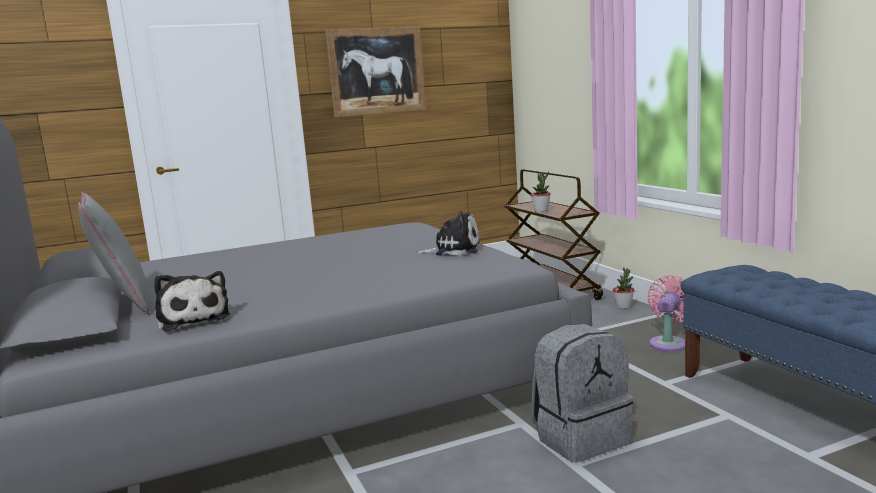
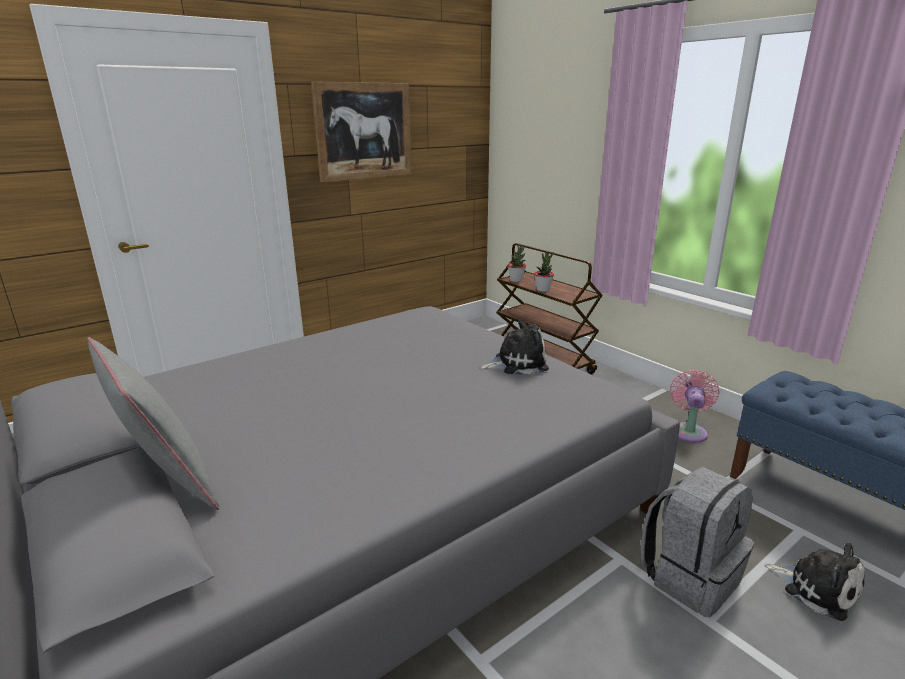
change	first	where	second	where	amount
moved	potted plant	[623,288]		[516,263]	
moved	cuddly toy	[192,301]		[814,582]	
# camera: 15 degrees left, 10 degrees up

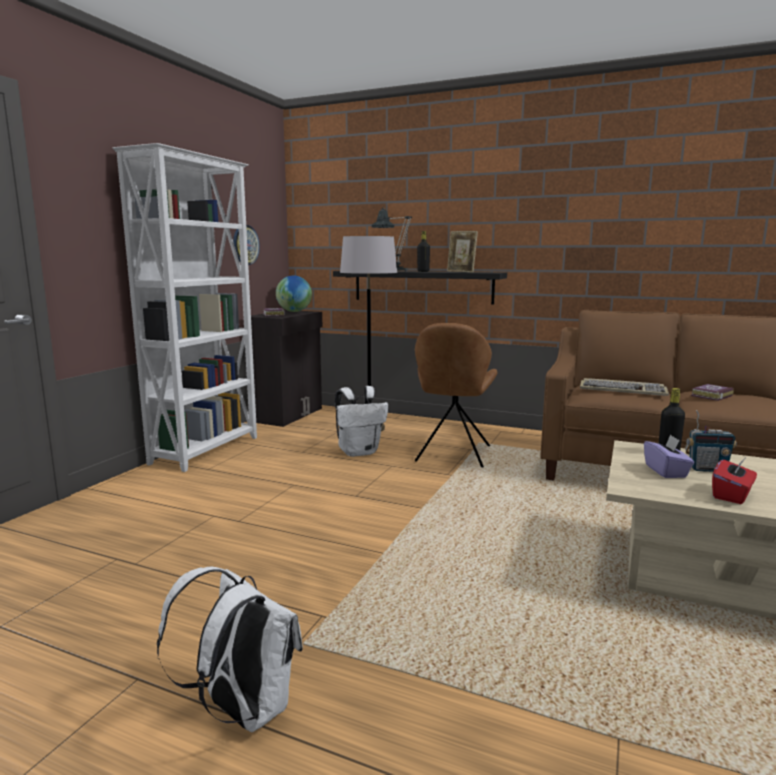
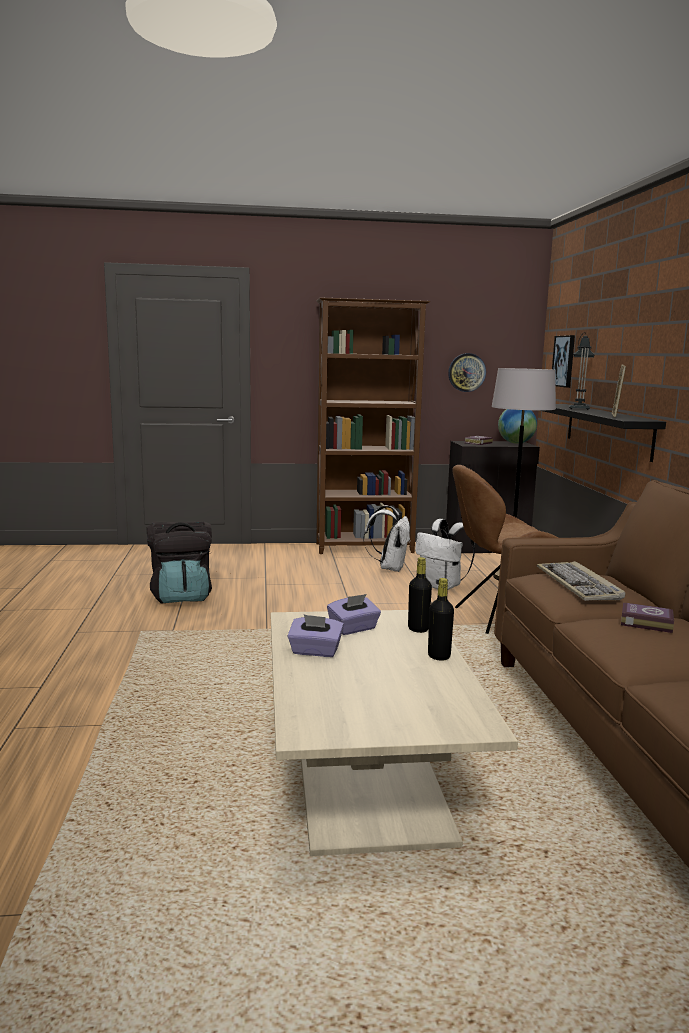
change	first	where	second	where	amount
added			backpack (black)	[179,563]	
recoloured	tissue box (red-coloured)	[734,480]	tissue box (purple-coloured)	[315,635]	
recoloured	bookcase (white)	[184,307]	bookcase (brownish)	[373,425]	
moved	backpack (white)	[230,649]		[387,538]	
moved	drink bottle (black)	[423,251]		[441,619]	
added			wall picture	[563,361]	
removed	radio receiver	[711,441]			
# camera: 60 degrees right, 0 degrees up

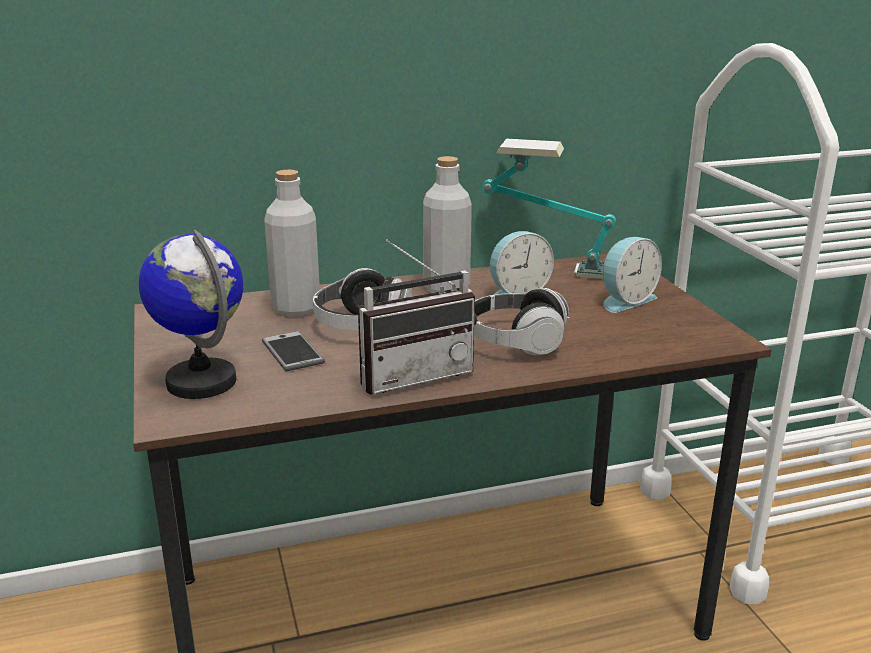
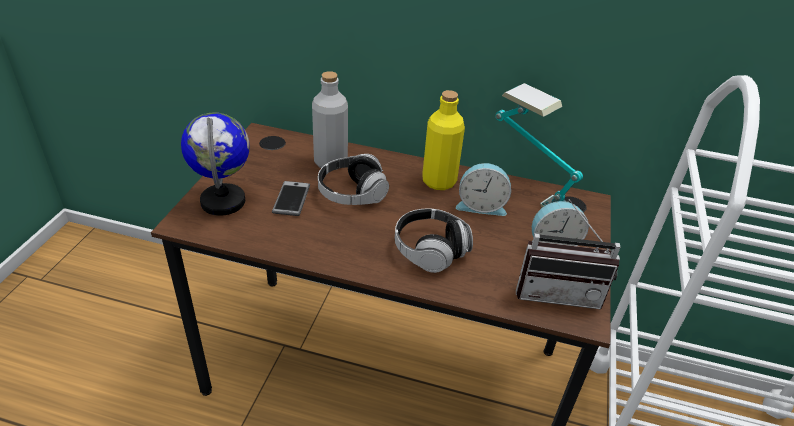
change	first	where	second	where	amount
recoloured	drink bottle (grey)	[447,224]	drink bottle (yellow)	[443,140]	
moved	radio receiver	[417,317]		[568,254]	
# camera: 30 degrees right, 15 degrees up

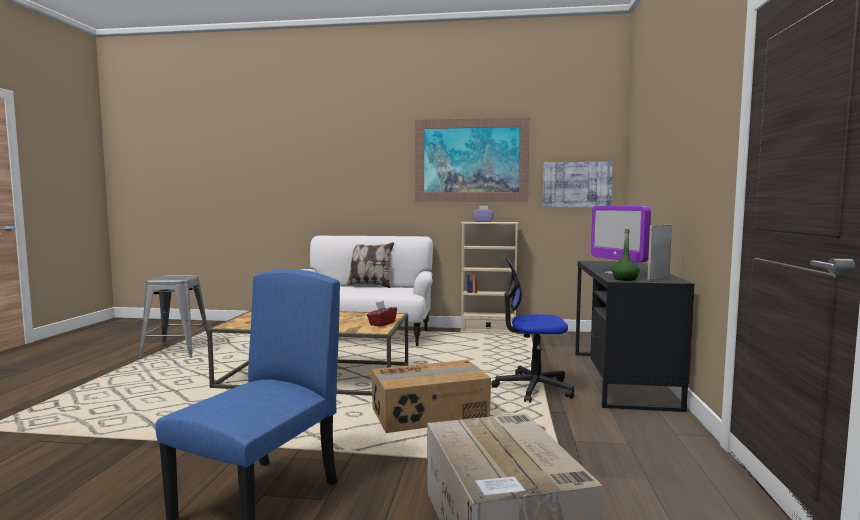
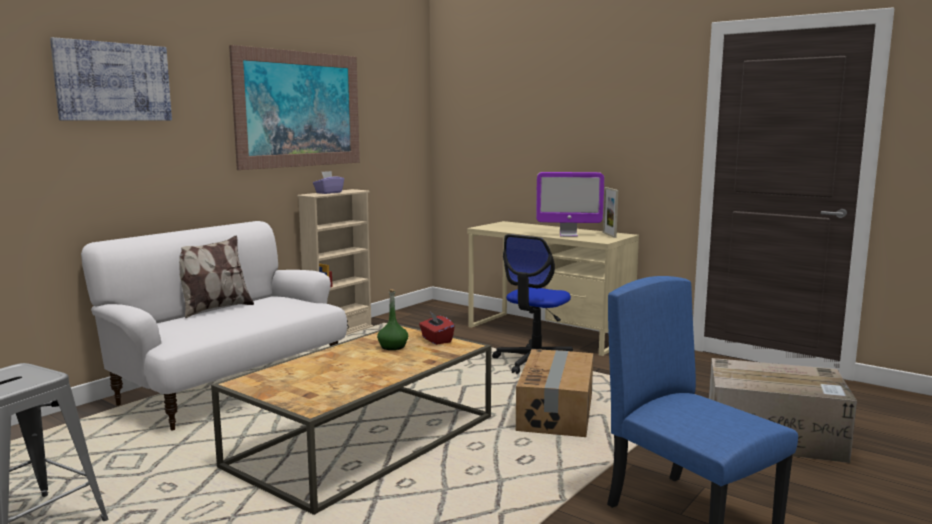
change	first	where	second	where	amount
moved	wall picture	[578,184]		[111,78]	
moved	drink bottle (greenish)	[625,255]		[392,319]	
recoloured	desk table (black)	[634,336]	desk table (sand-coloured)	[553,288]	
# camera: 60 degrees left, 5 degrees up

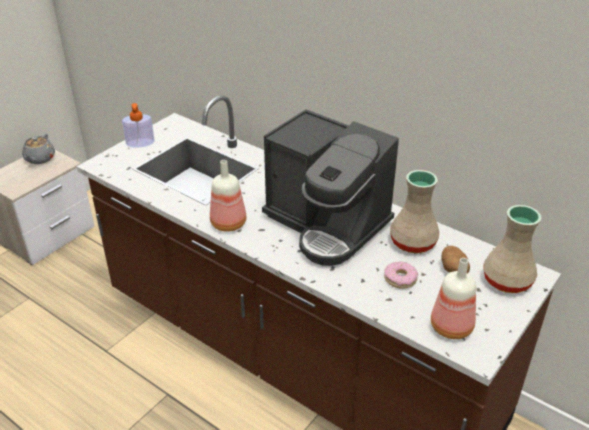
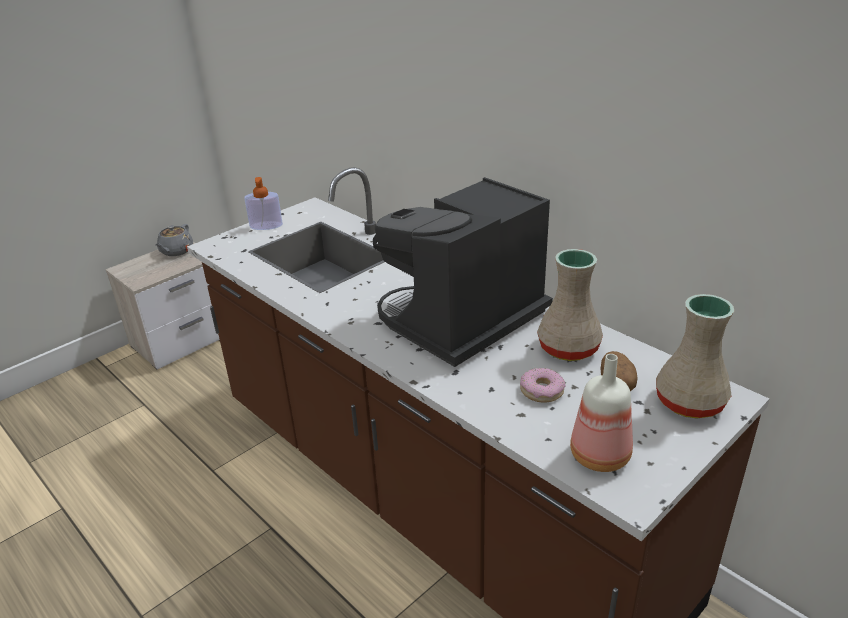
change	first	where	second	where	amount
turned	coffee brewer	[330,187]		[463,272]	90 degrees clockwise
removed	drink bottle	[228,196]			
# camera: 10 degrees right, 5 degrees down

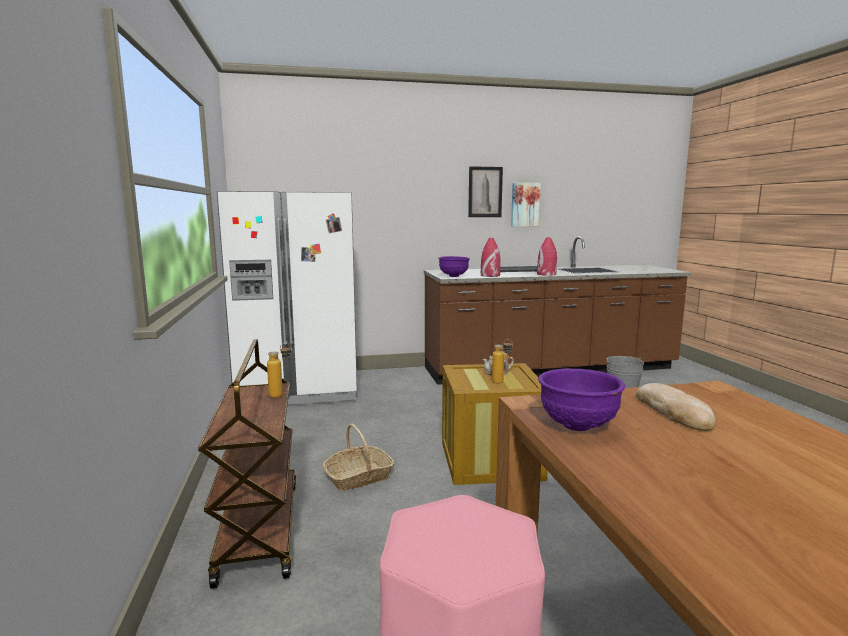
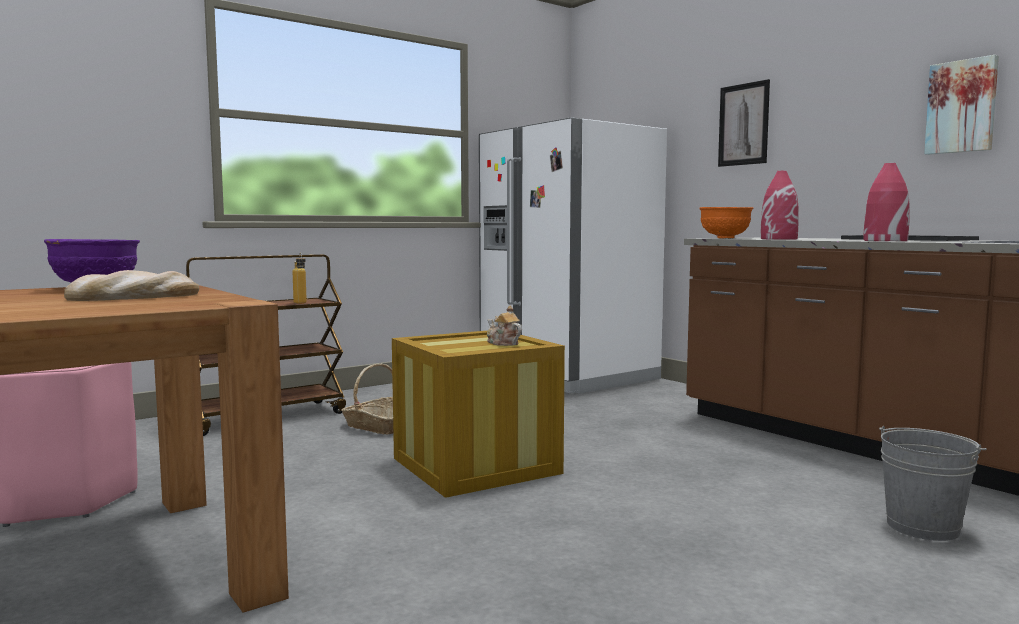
change	first	where	second	where	amount
recoloured	serving bowl (purple-coloured)	[454,266]	serving bowl (orange-coloured)	[726,222]	
moved	wall picture	[485,191]		[744,123]	
removed	drink bottle	[502,361]			
# camera: 65 degrees right, 5 degrees down

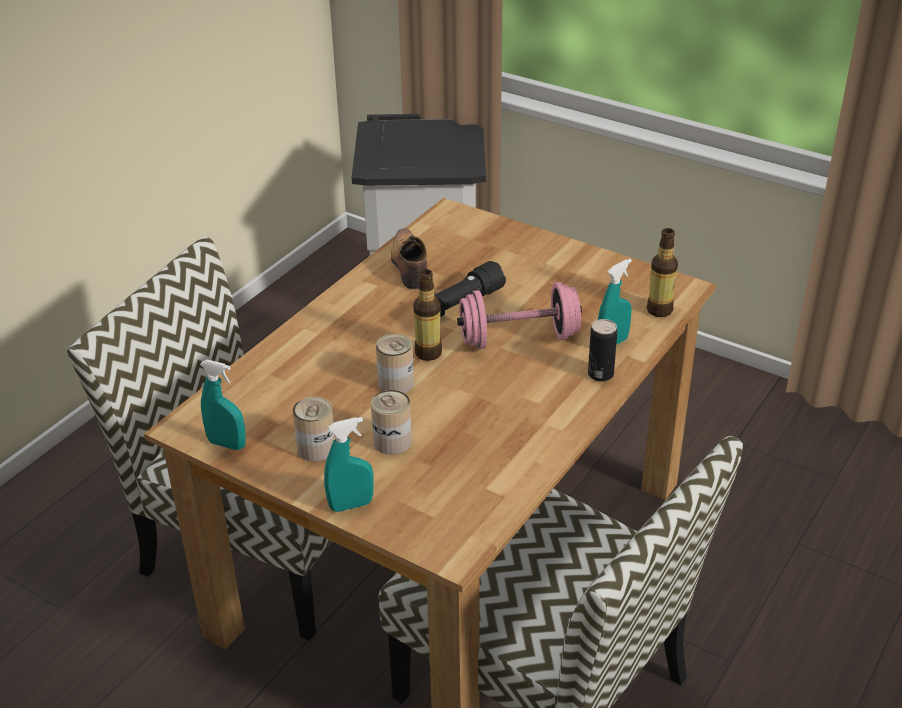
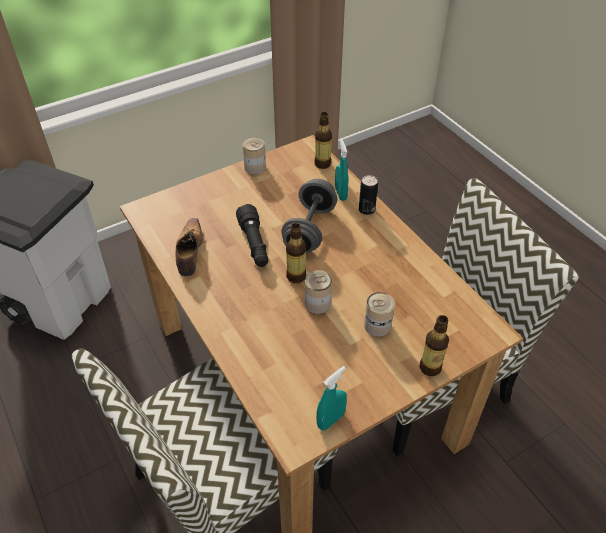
change	first	where	second	where	amount
turned	item of footwear	[409,259]		[189,247]	75 degrees clockwise
moved	can	[314,428]		[254,156]	
recoloured	free weight (pink)	[519,315]	free weight (grey)	[309,216]	
replaced	spray bottle (turquoise-coloured)	[349,464]	drink bottle	[434,345]	
# camera: 65 degrees left, 10 degrees up

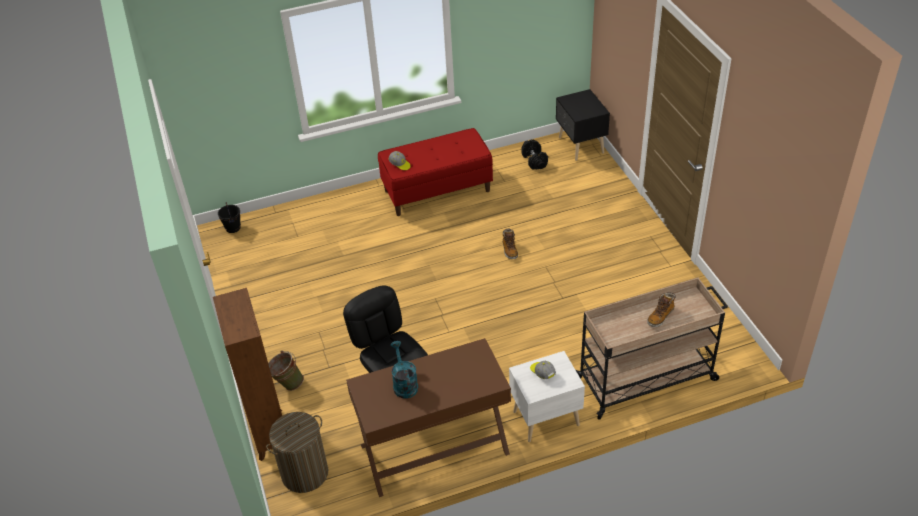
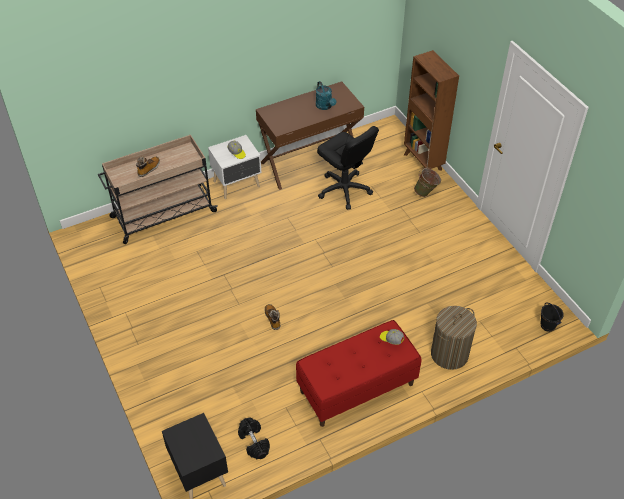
change	first	where	second	where	amount
moved	hamper	[297,452]		[454,338]	
# camera: 170 degrees right, 5 degrees up

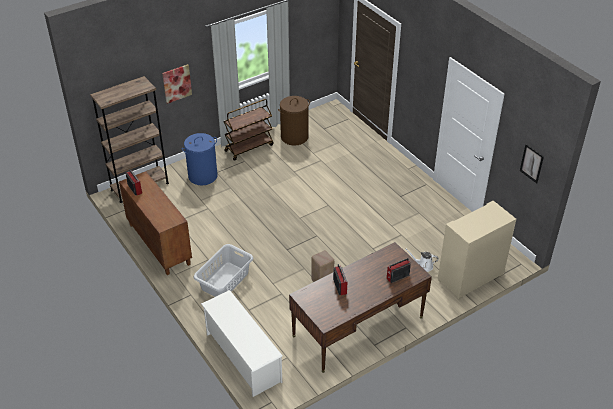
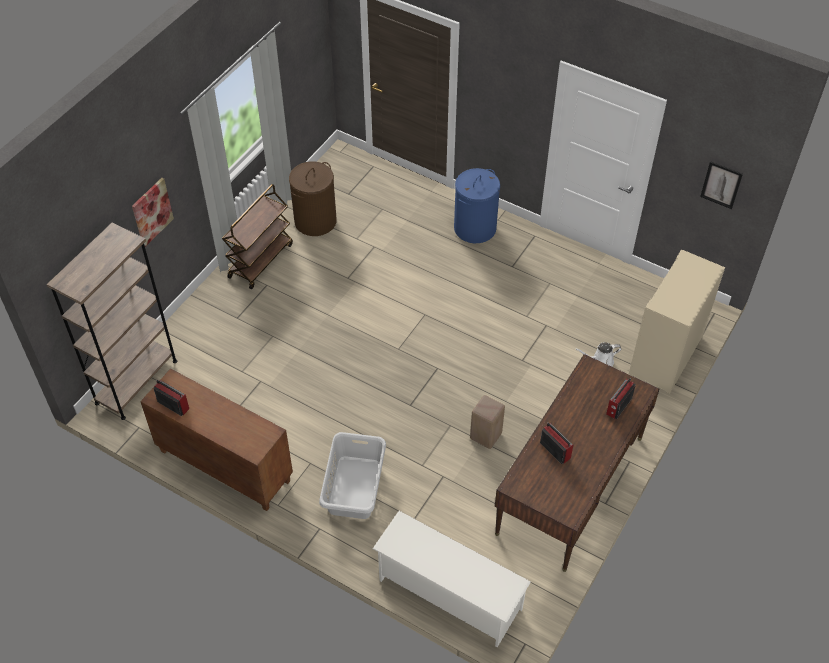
change	first	where	second	where	amount
moved	hamper (bluish)	[200,159]		[477,205]	
# camera: 25 degrees left, 10 degrees up

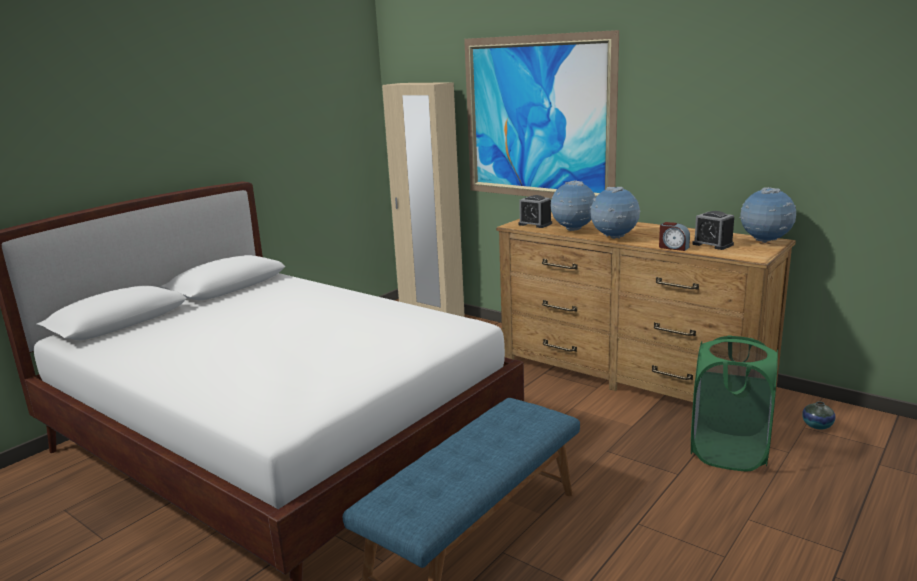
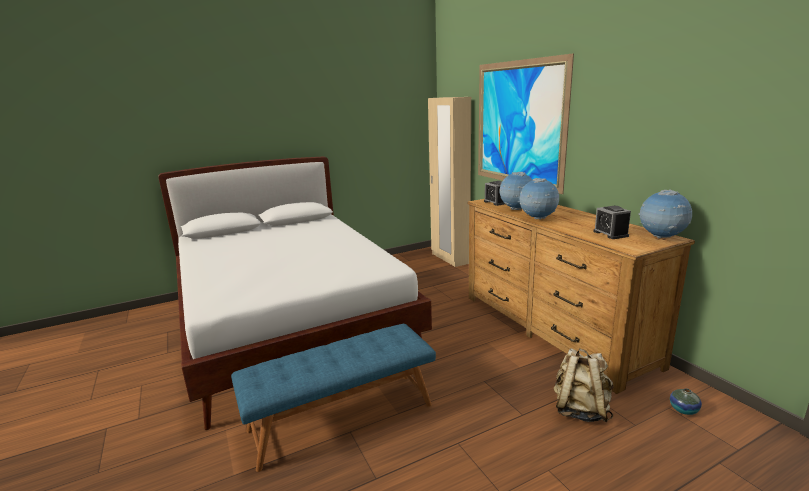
change	first	where	second	where	amount
replaced	hamper (greenish)	[734,403]	backpack (sand-coloured)	[583,385]	
removed	alarm clock	[674,236]			
# camera: 25 degrees right, 0 degrees up

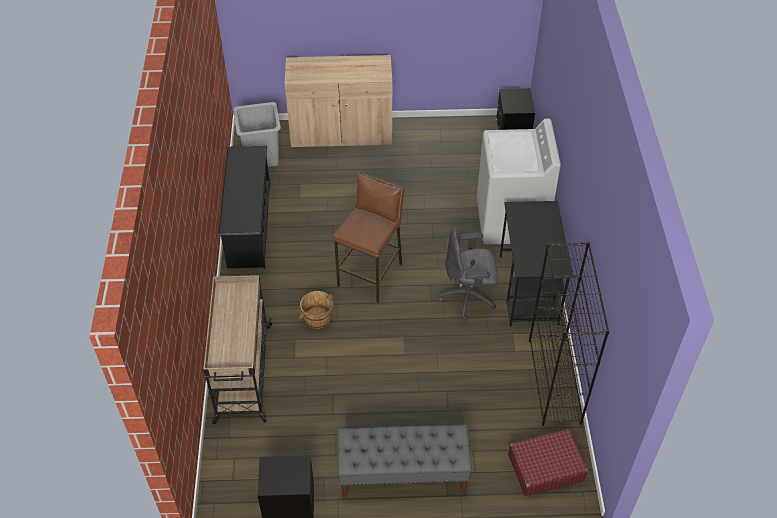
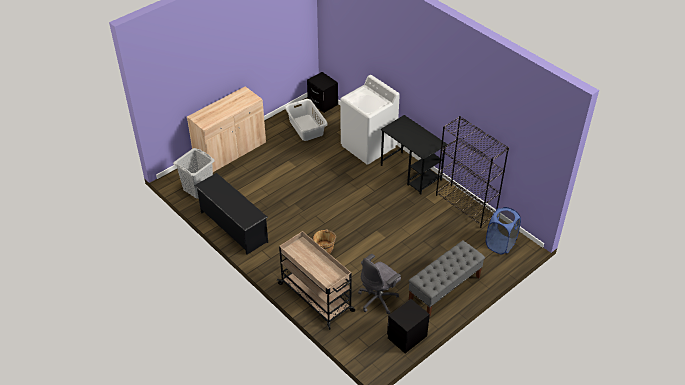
change	first	where	second	where	amount
added			hamper (grey)	[306,120]	
moved	office chair (grey)	[468,274]		[379,284]	
replaced	travel case (red-coloured)	[548,462]	hamper (bluish)	[503,231]	
removed	stool (brownish)	[368,238]			
# camera: 40 degrees left, 5 degrees down

